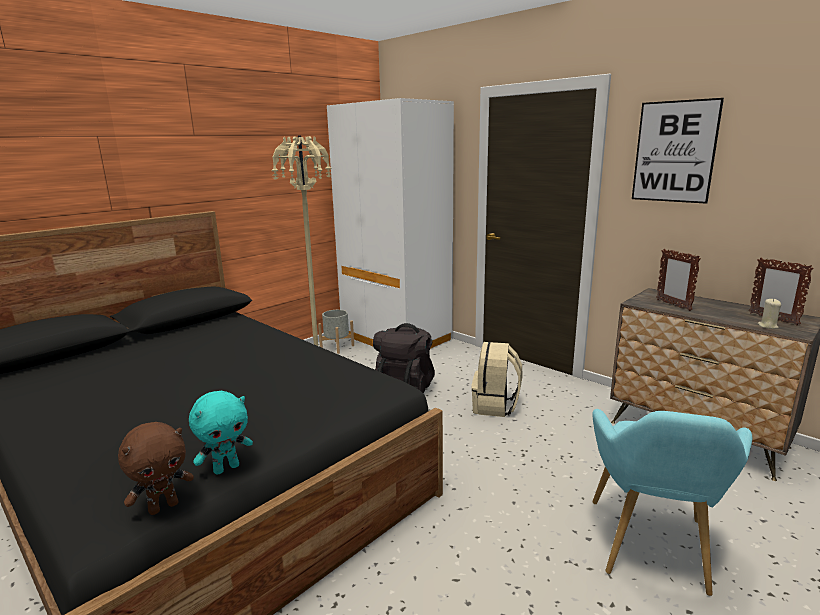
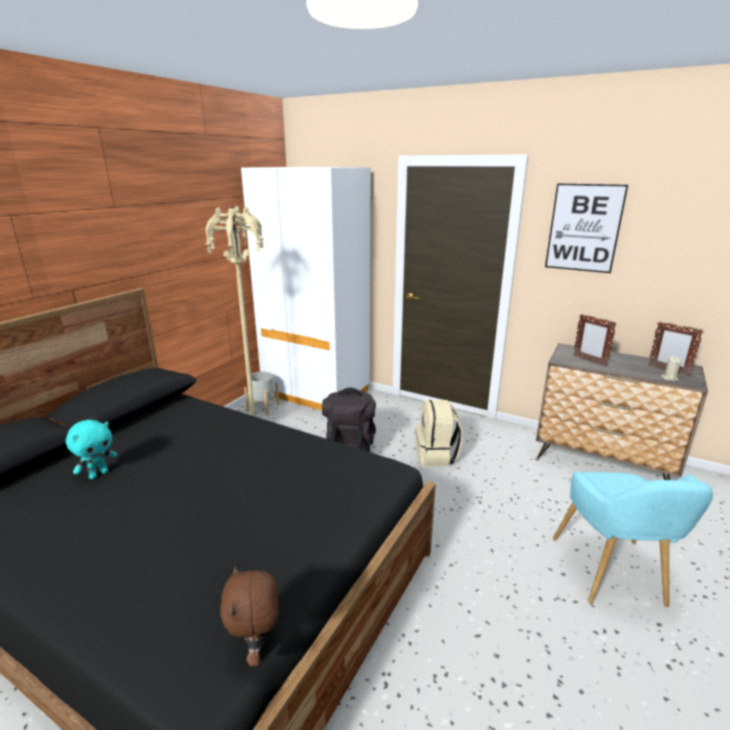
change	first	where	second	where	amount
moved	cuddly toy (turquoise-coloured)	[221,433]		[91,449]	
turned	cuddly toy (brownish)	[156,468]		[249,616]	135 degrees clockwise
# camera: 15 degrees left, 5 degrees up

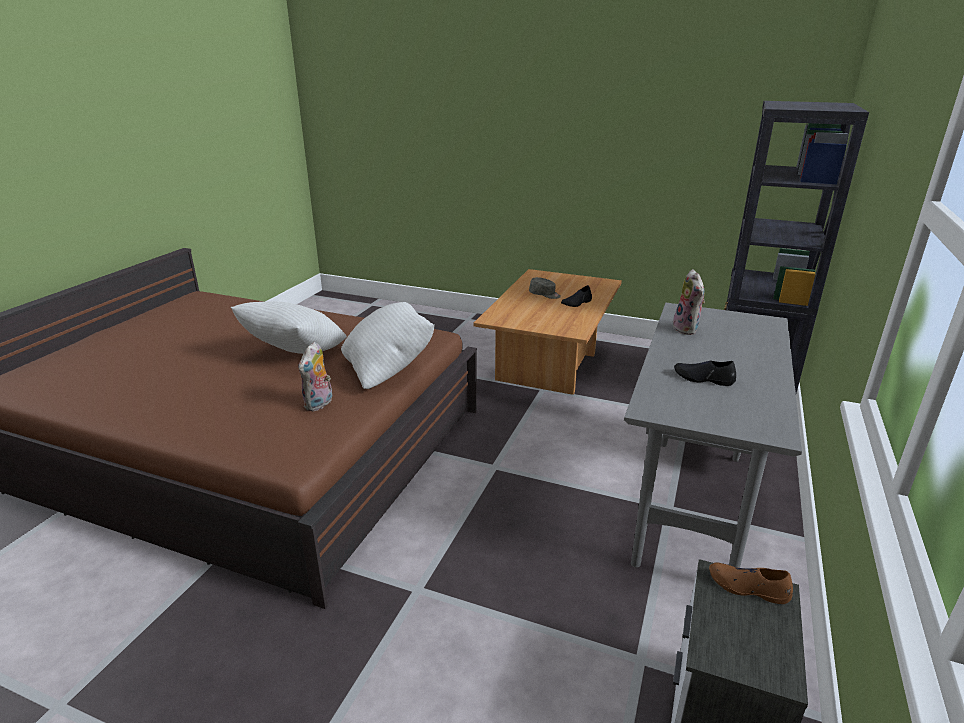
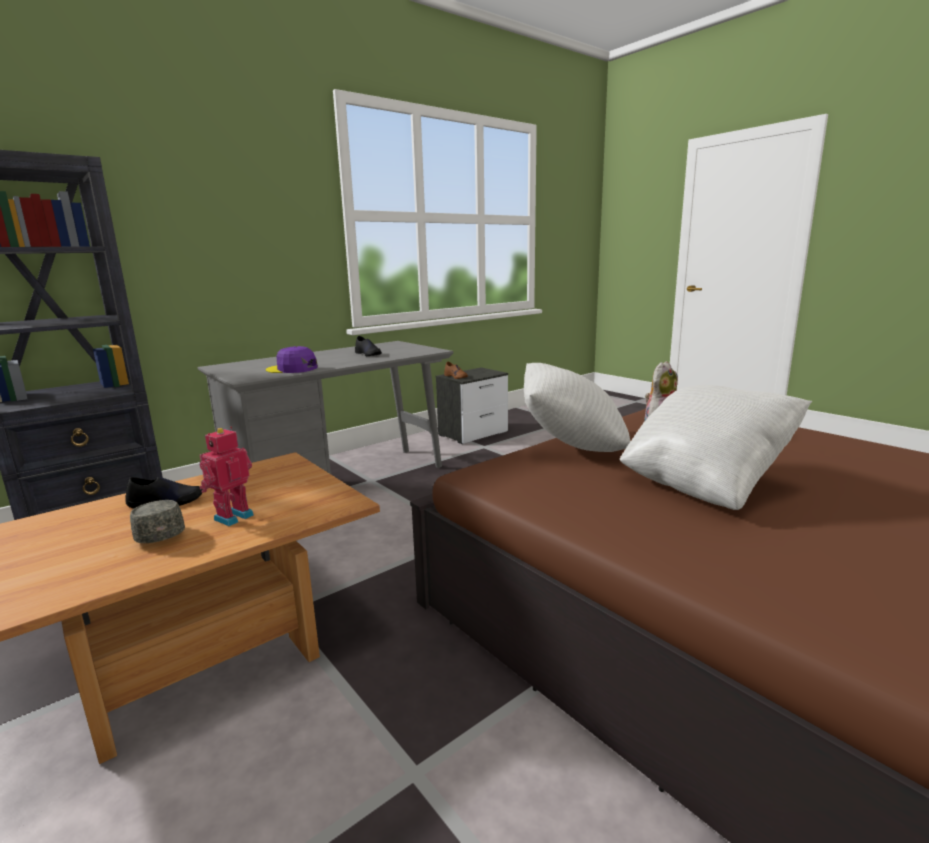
change	first	where	second	where	amount
added			robot figure	[227,476]	
replaced	cuddly toy	[689,302]	baseball cap (purple-coloured)	[292,359]	
# camera: 150 degrees left, 10 degrees down

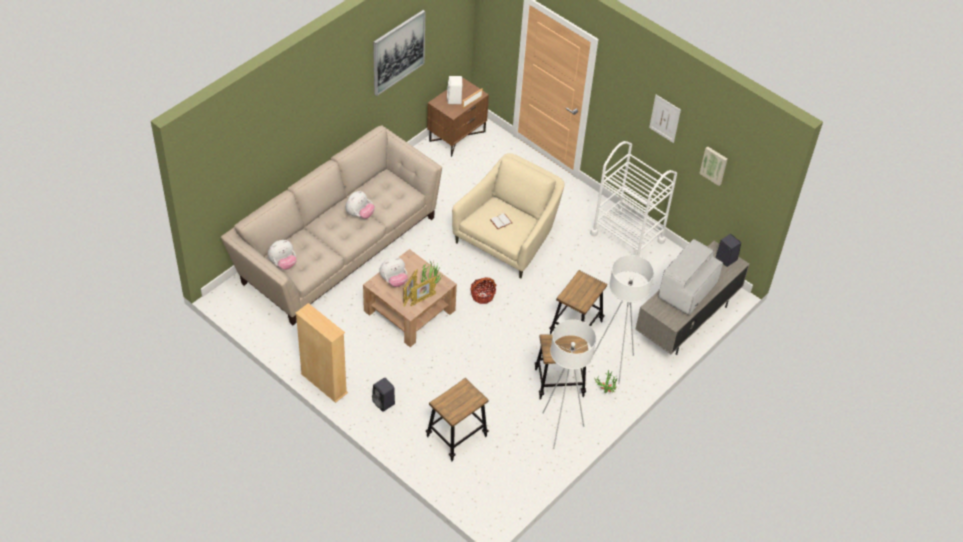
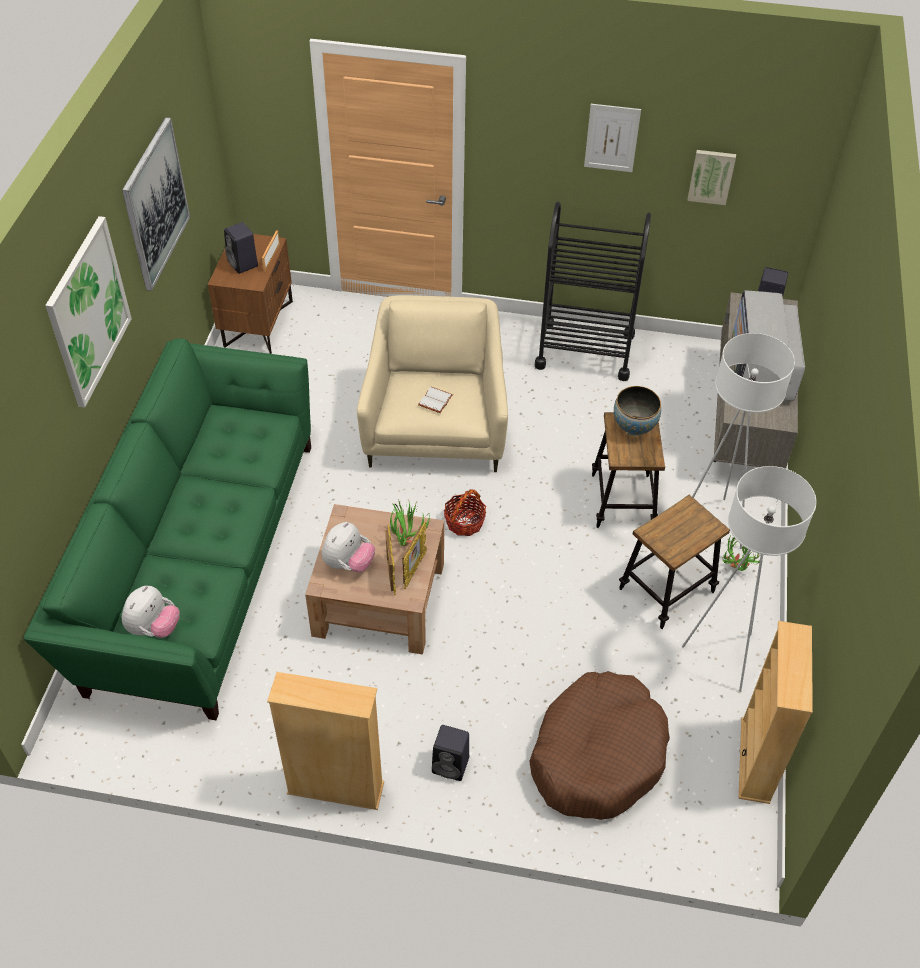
change	first	where	second	where	amount
recoloured	settee (sand-coloured)	[331,225]	settee (greenish)	[167,529]	
added			wall picture	[88,312]	
recoloured	audio speaker (white)	[454,90]	audio speaker (black)	[241,248]	
replaced	stool	[457,419]	dog cushion (brownish)	[600,745]	
recoloured	wheeled cart (white)	[633,198]	wheeled cart (black)	[593,291]	
added			serving bowl	[637,411]	
added			bookcase (sand-coloured)	[776,712]	
removed	cuddly toy	[360,205]			
# camera: 30 degrees left, 0 degrees up

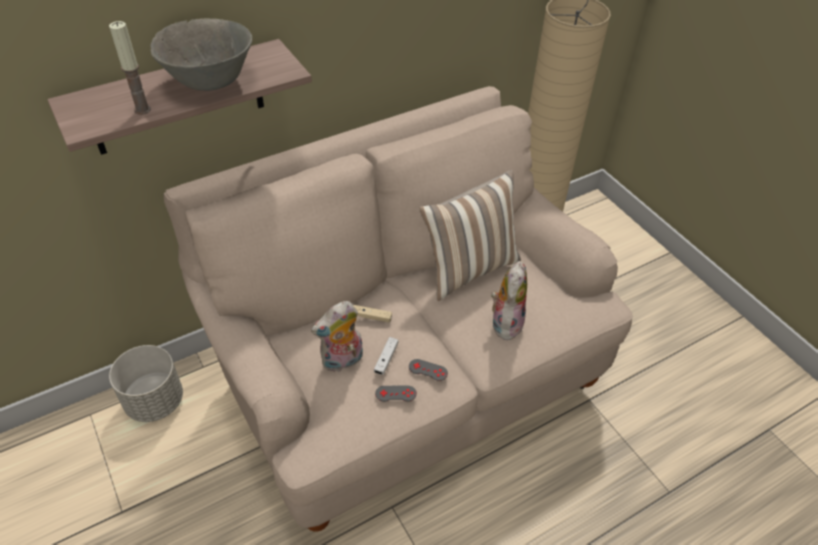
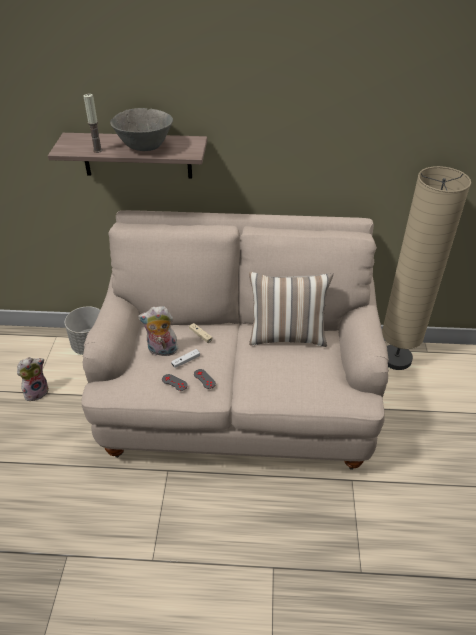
change	first	where	second	where	amount
moved	cuddly toy	[509,300]		[33,379]	
# camera: 35 degrees right, 5 degrees down

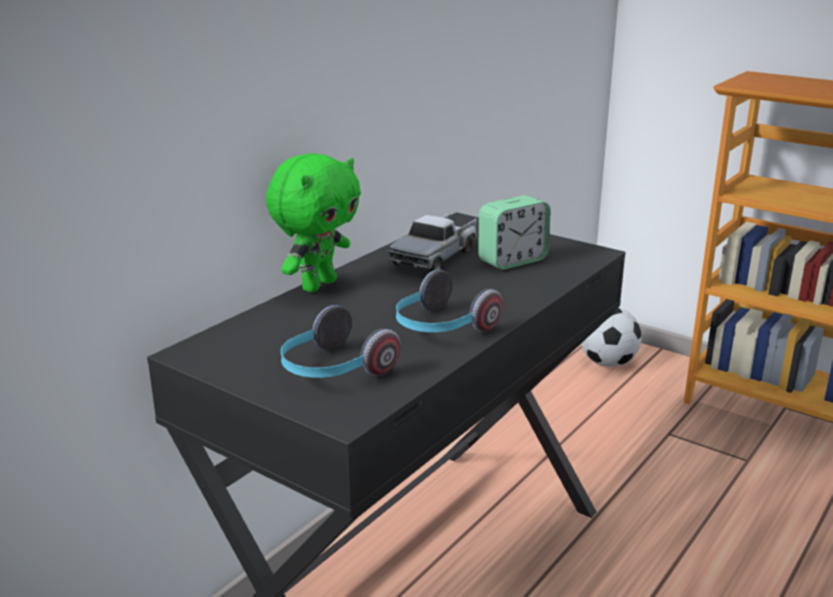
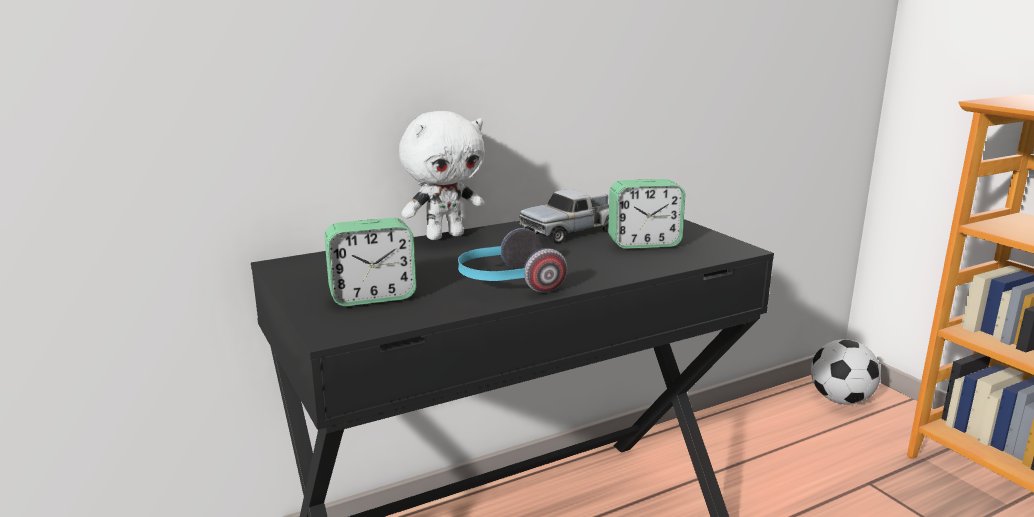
change	first	where	second	where	amount
replaced	pair of headphones	[341,341]	alarm clock	[370,262]	
recoloured	cuddly toy (greenish)	[313,222]	cuddly toy (white)	[442,175]	
# camera: 25 degrees right, 5 degrees down

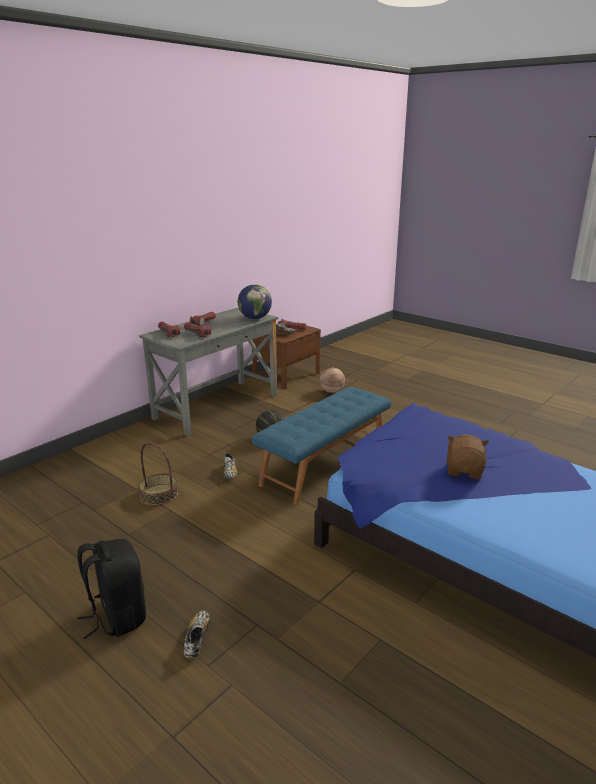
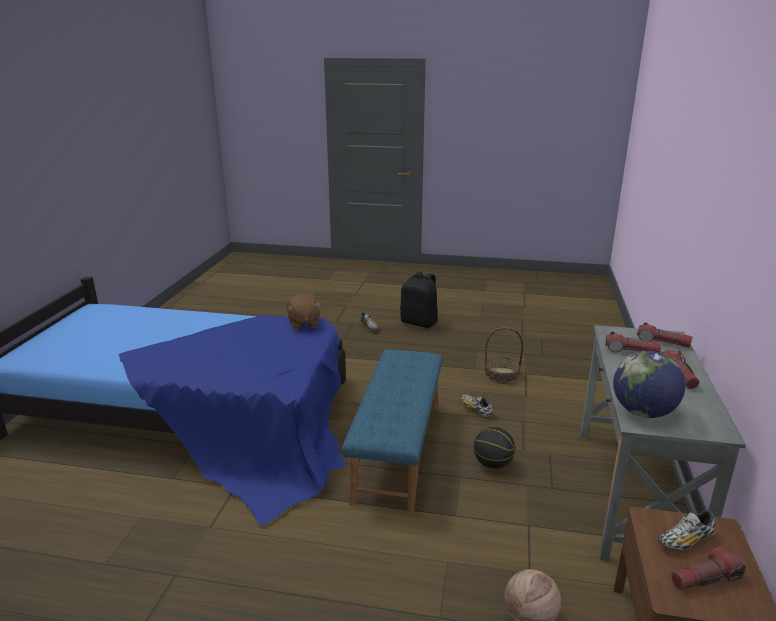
change	first	where	second	where	amount
moved	cuddly toy (brownish)	[468,457]		[304,312]	
# camera: 150 degrees right, 0 degrees up

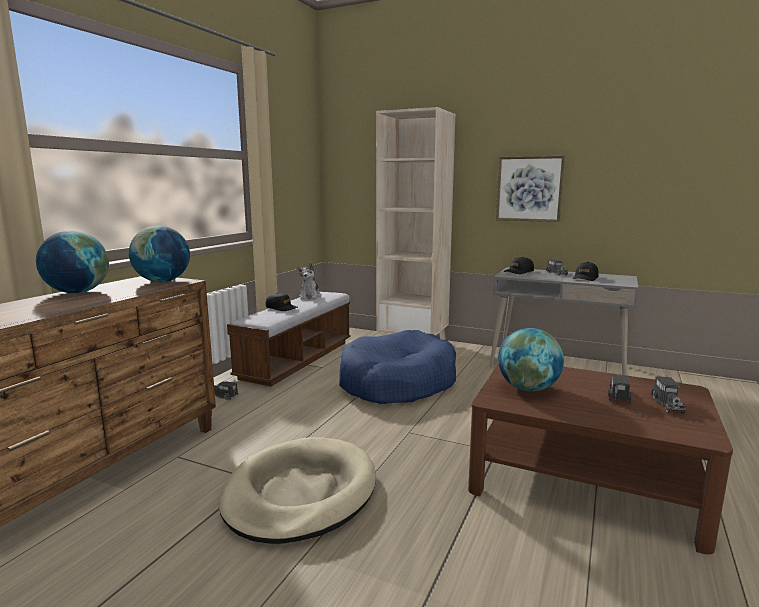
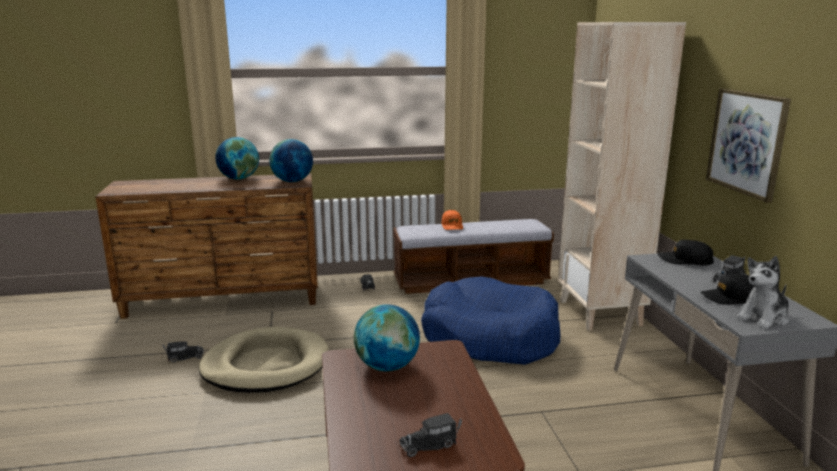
change	first	where	second	where	amount
moved	toy lorry	[619,389]		[183,351]	
recoloured	baseball cap (black)	[282,302]	baseball cap (orange-coloured)	[452,220]	
moved	cuddly toy	[309,281]		[763,292]	
# camera: 55 degrees right, 5 degrees up

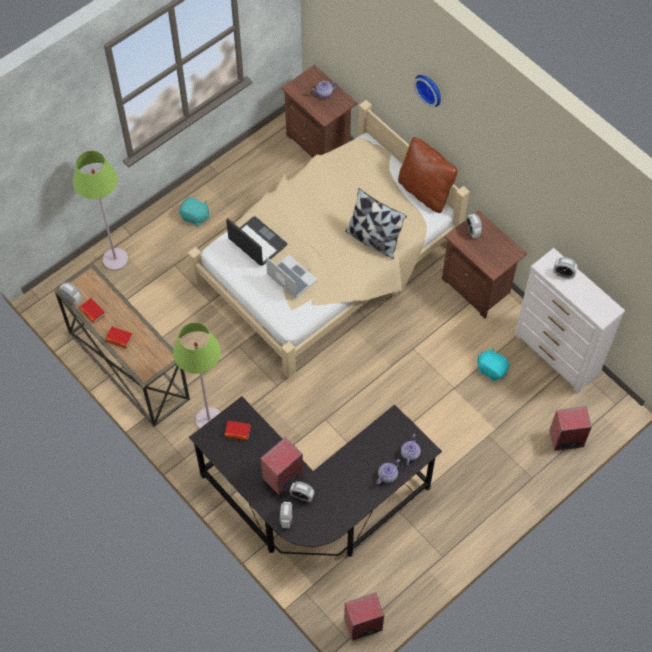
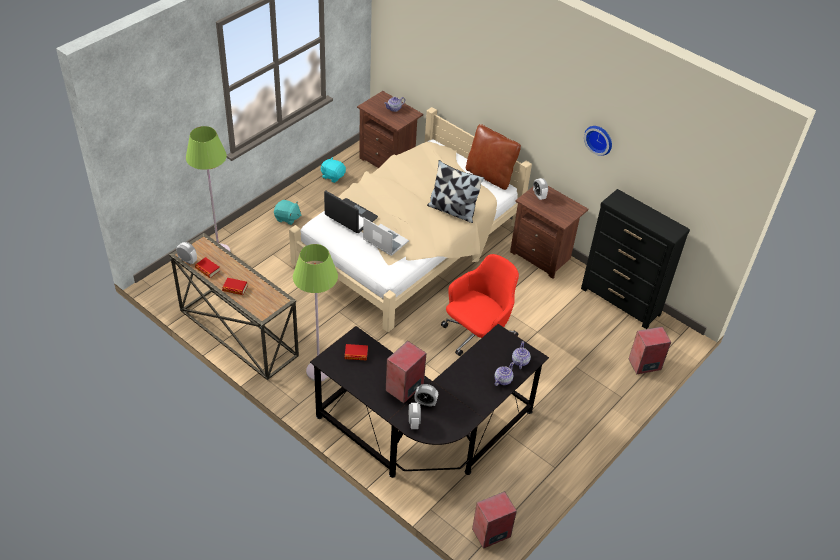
change	first	where	second	where	amount
moved	cuddly toy (turquoise-coloured)	[493,364]		[333,170]	
added			office chair (red-coloured)	[480,305]	
recoloured	chest of drawers (white)	[569,321]	chest of drawers (black)	[635,259]	
moved	clock on the wall	[427,91]		[598,141]	
removed	alarm clock	[565,268]			
# camera: 10 degrees left, 15 degrees down

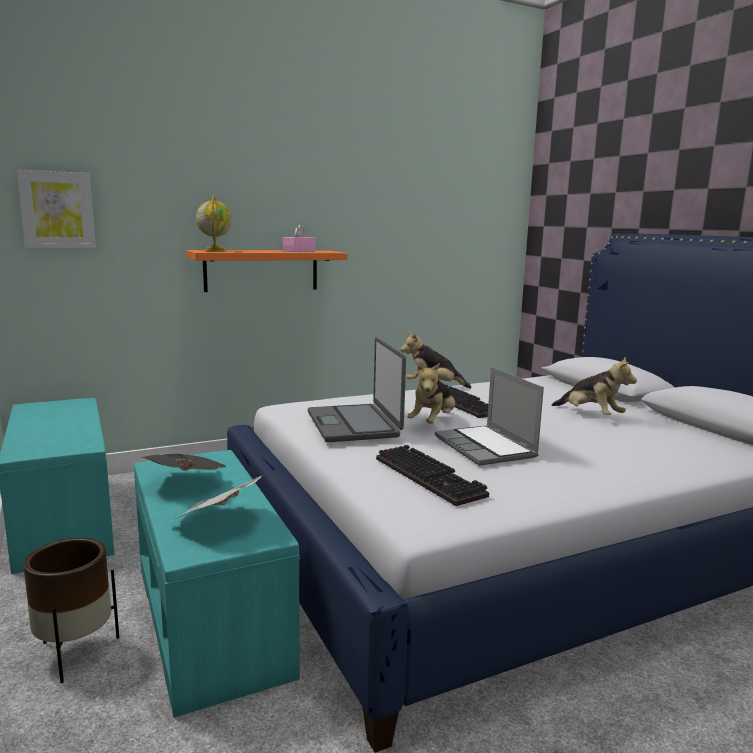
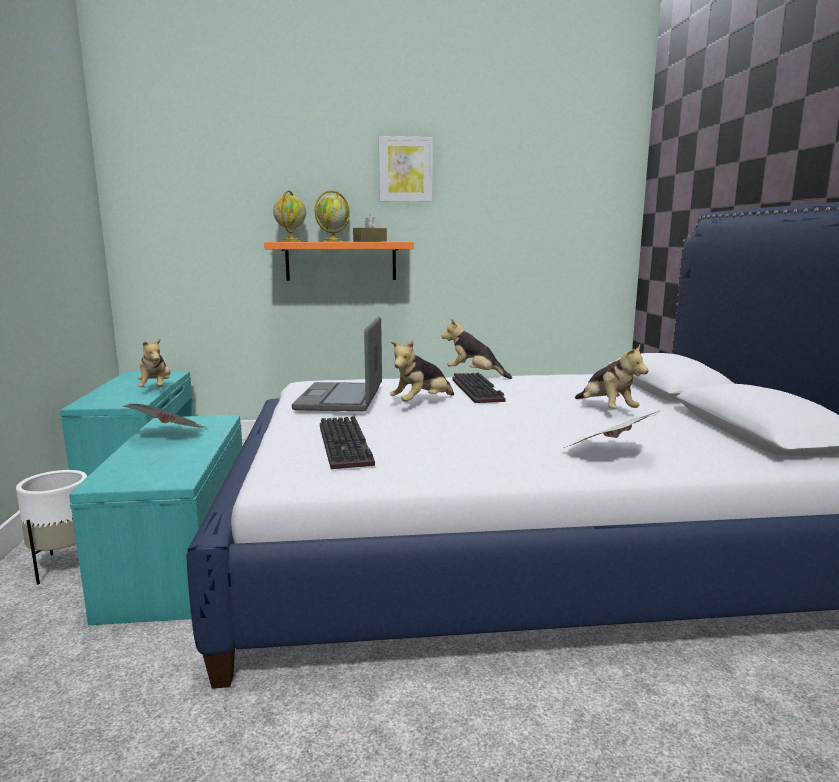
change	first	where	second	where	amount
recoloured	plant pot (brownish)	[71,610]	plant pot (white)	[51,527]	
added			cuddly toy	[154,362]	
added			globe	[332,216]	
recoloured	tissue box (pink)	[299,238]	tissue box (brownish)	[370,228]	
moved	wall picture	[56,208]		[406,169]	
moved	printed paper	[218,497]		[613,429]	
removed	laptop	[489,416]			
# camera: 20 degrees right, 0 degrees up

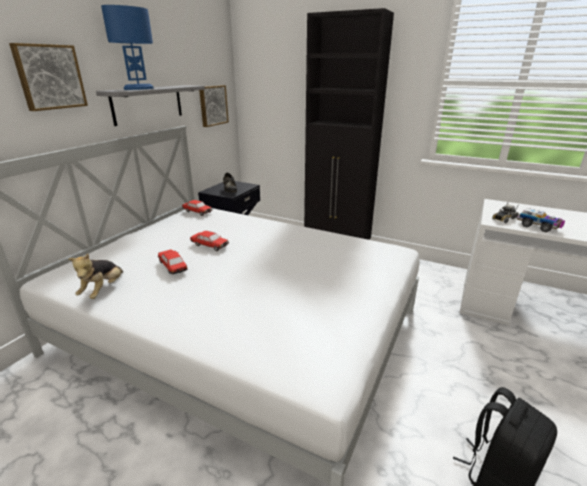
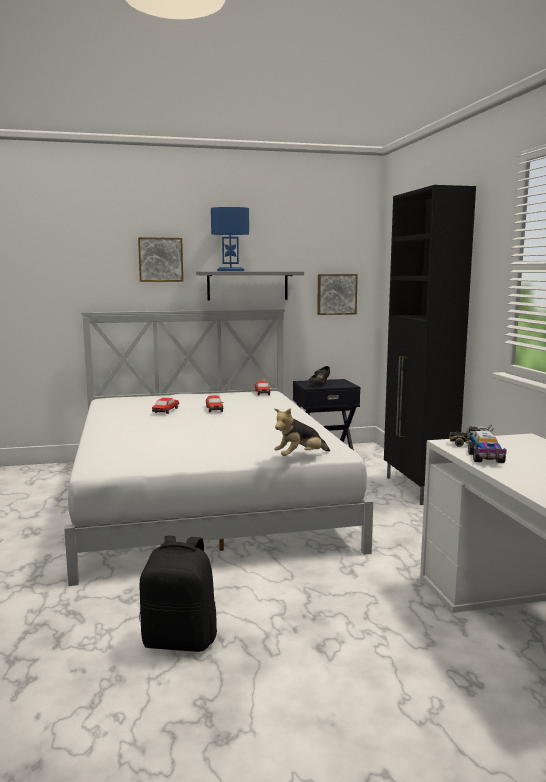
change	first	where	second	where	amount
moved	cuddly toy	[95,276]		[302,432]	
# camera: 50 degrees right, 15 degrees down

